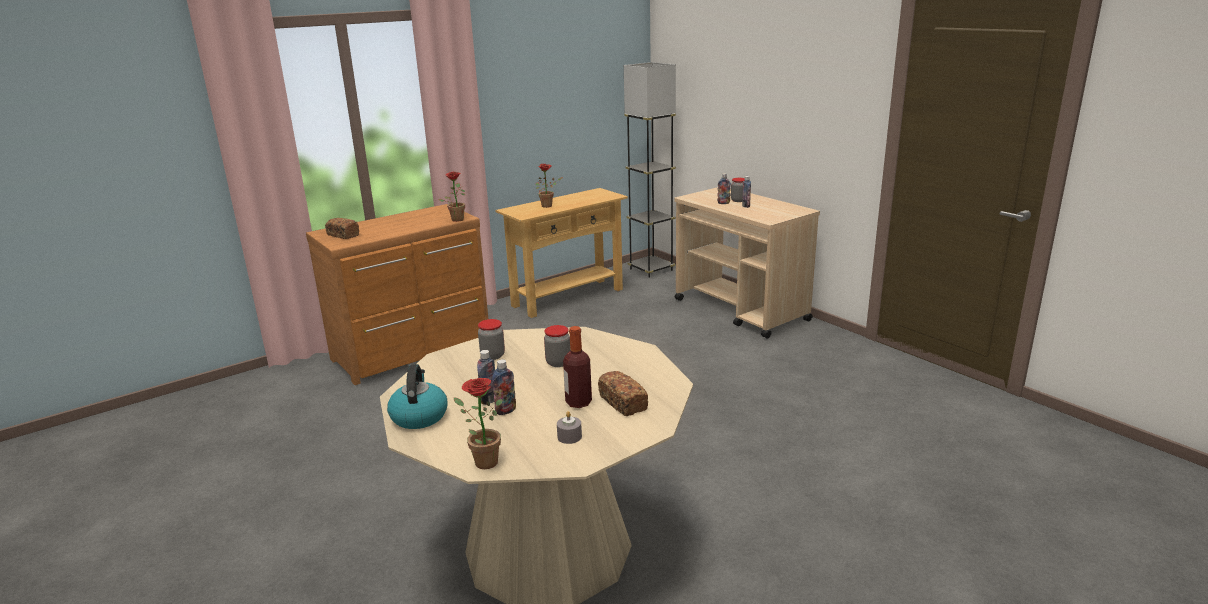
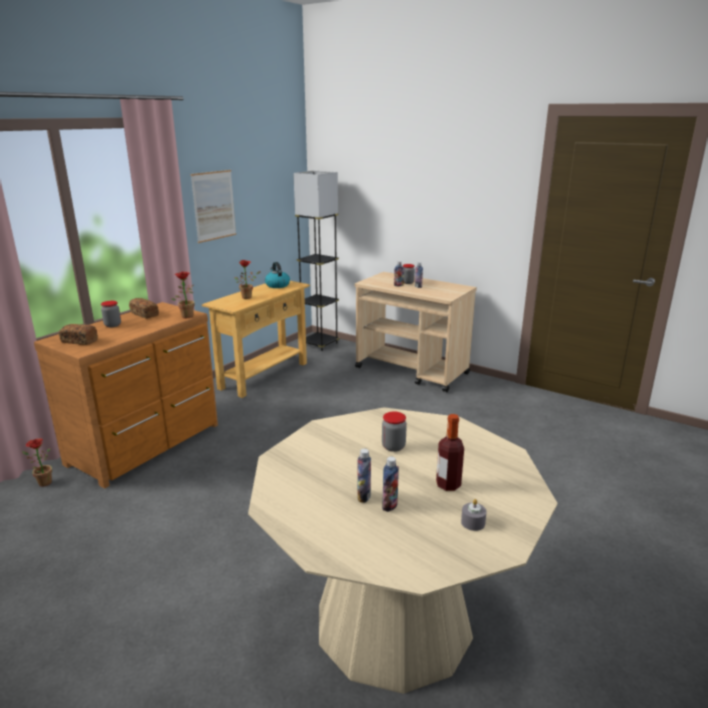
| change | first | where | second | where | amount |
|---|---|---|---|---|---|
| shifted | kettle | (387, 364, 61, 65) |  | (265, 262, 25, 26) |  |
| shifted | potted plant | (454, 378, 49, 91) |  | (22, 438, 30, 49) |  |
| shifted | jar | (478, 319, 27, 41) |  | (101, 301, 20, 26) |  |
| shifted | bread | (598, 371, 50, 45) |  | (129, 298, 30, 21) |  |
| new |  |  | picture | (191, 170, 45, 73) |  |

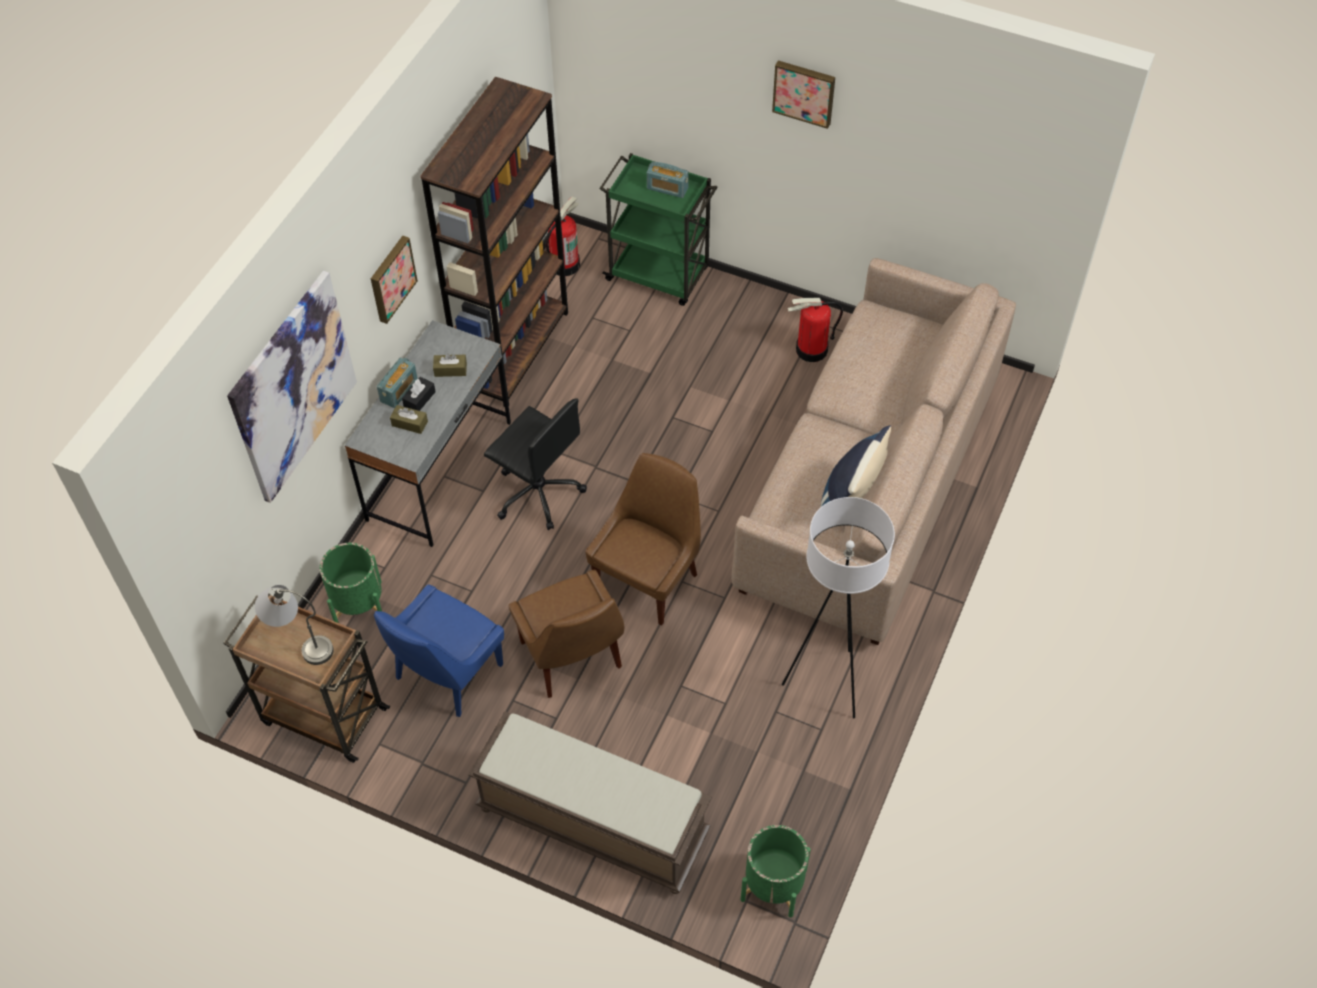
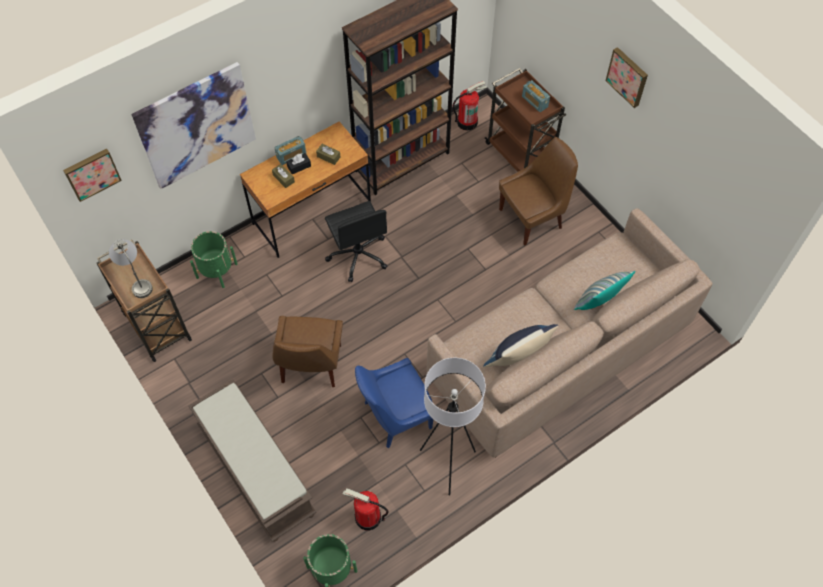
| change | first | where | second | where | amount |
|---|---|---|---|---|---|
| repainted | grey desk | (345, 320, 166, 227) | brown desk | (240, 122, 131, 136) |  |
| shifted | picture | (371, 236, 47, 88) |  | (63, 149, 59, 53) |  |
| shifted | blue chair | (374, 584, 130, 133) |  | (355, 358, 79, 90) |  |
| shifted | brown chair | (585, 453, 116, 173) |  | (499, 137, 79, 108) |  |
| repainted | green cart | (599, 153, 119, 153) | brown cart | (485, 68, 81, 104) |  |
| shifted | fire extinguisher | (788, 298, 55, 64) |  | (343, 488, 46, 42) |  |
| new |  |  | pillow | (574, 271, 62, 39) |  |

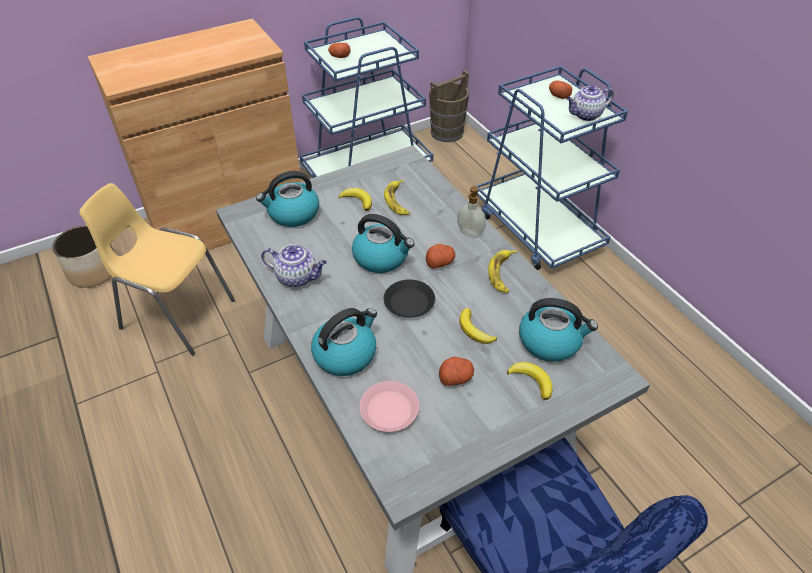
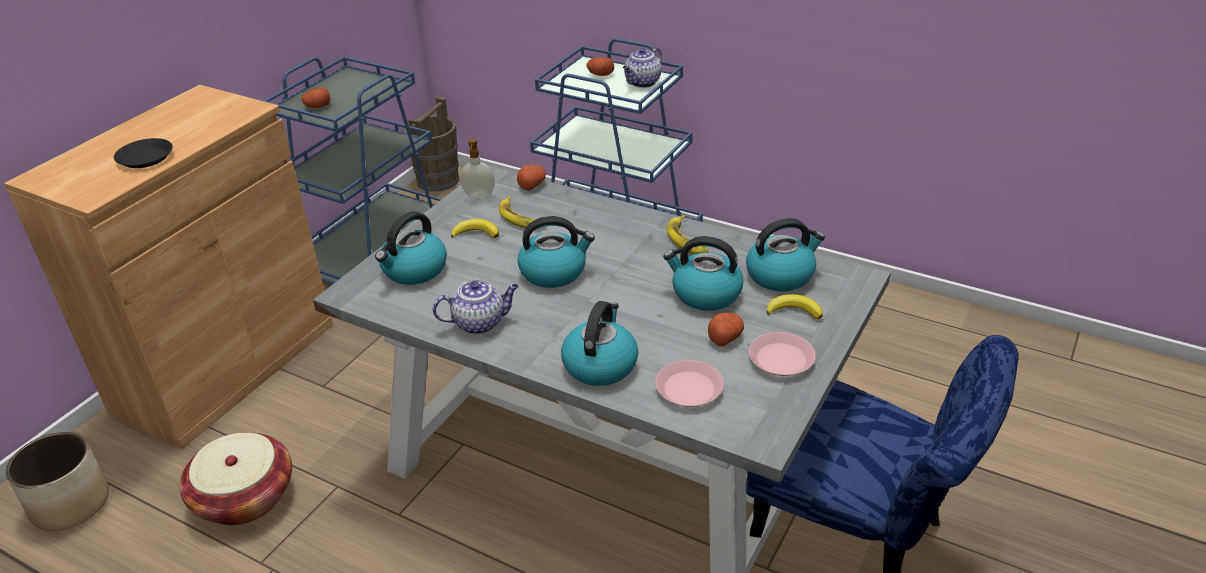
| change | first | where | second | where | amount |
|---|---|---|---|---|---|
| swapped | yellow chair | (79, 183, 156, 172) | basket | (180, 433, 112, 92) |  |
| shifted | black plate | (384, 279, 51, 39) |  | (114, 138, 59, 30) |  |
| shifted | potato | (426, 244, 29, 25) |  | (517, 165, 29, 26) |  |
| shifted | soap dispenser | (457, 186, 29, 52) |  | (460, 138, 35, 60) |  |
| swapped | banana | (459, 308, 38, 36) | kettle | (663, 236, 81, 75) |  |
| new |  |  | pink plate | (749, 332, 67, 44) |  |

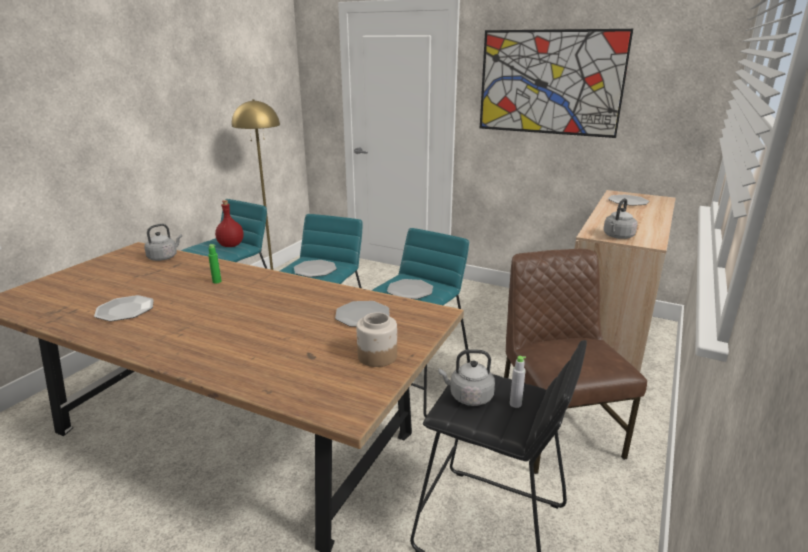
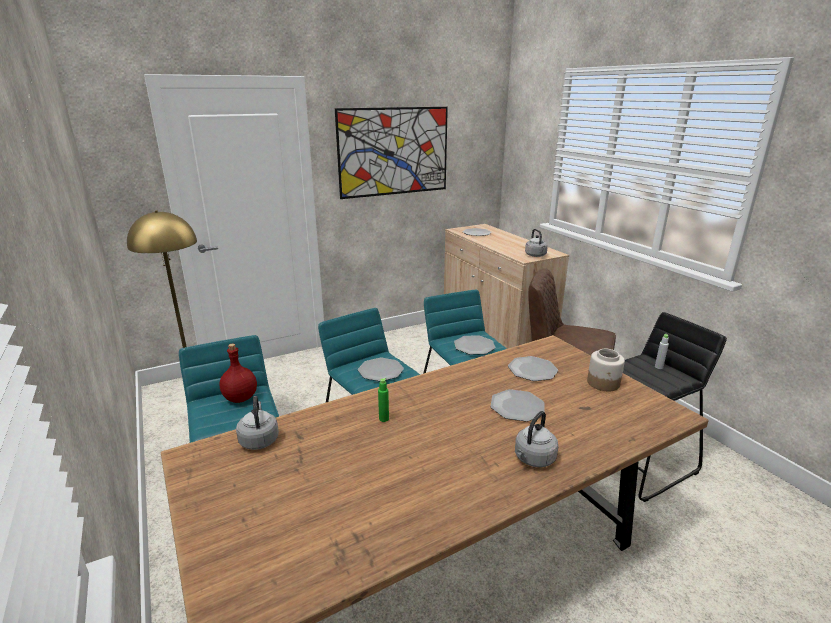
| change | first | where | second | where | amount |
|---|---|---|---|---|---|
| shifted | plate | (94, 295, 60, 26) |  | (490, 389, 55, 33) |  |
| shifted | grey kettle | (438, 350, 57, 56) |  | (515, 411, 43, 56) |  |

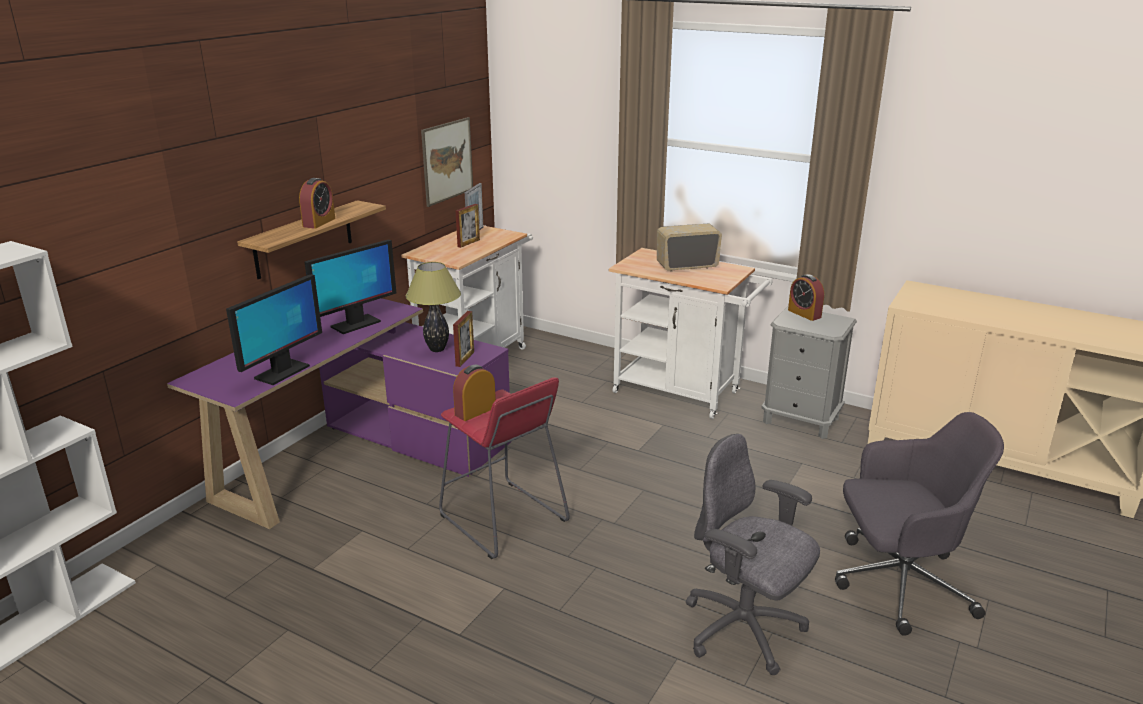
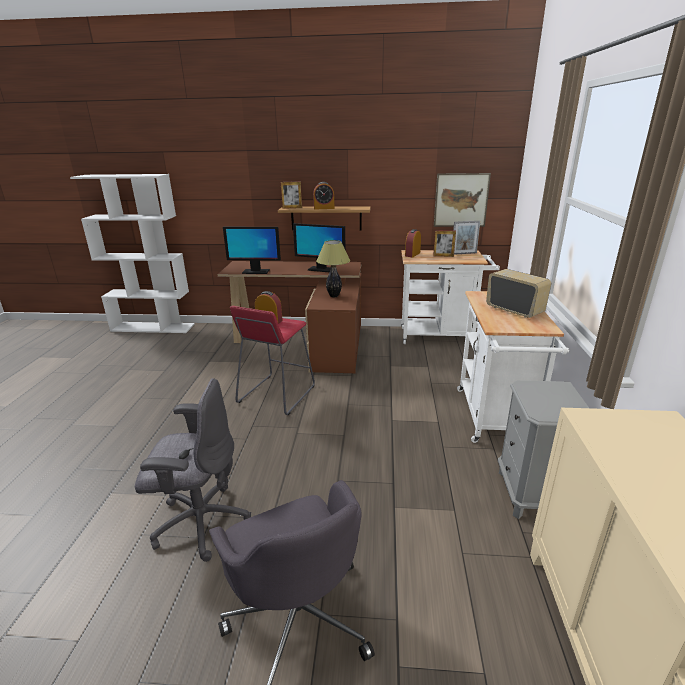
| change | first | where | second | where | amount |
|---|---|---|---|---|---|
| repainted | purple desk | (167, 298, 344, 231) | brown desk | (217, 261, 145, 112) |  |
| shifted | picture frame | (453, 311, 21, 56) |  | (281, 181, 21, 28) |  |
| rotated | grey office chair | (686, 434, 134, 241) |  | (135, 378, 116, 184) | 75 degrees clockwise |
| shifted | alarm clock | (788, 274, 36, 47) |  | (405, 229, 16, 28) |  |

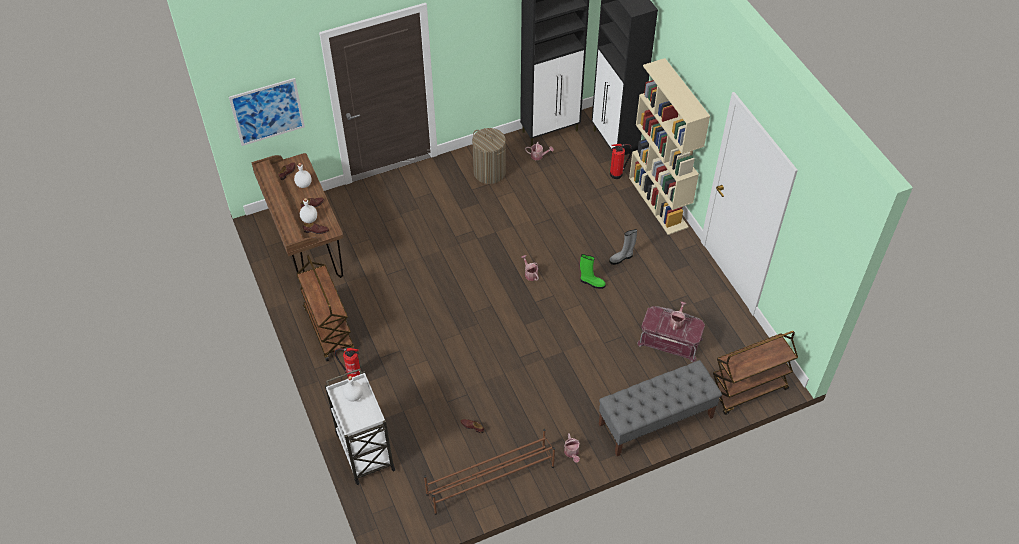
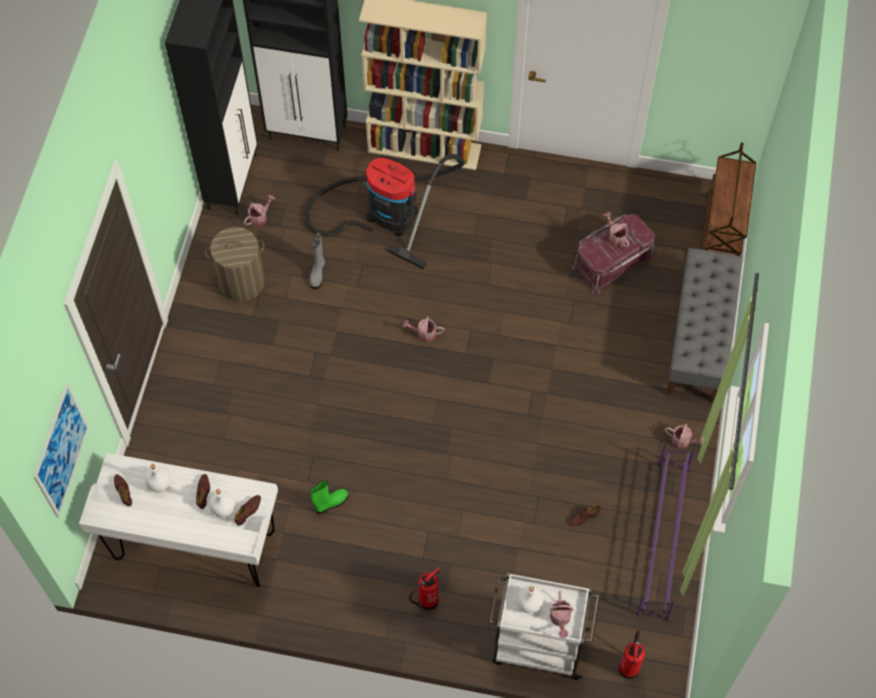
| change | first | where | second | where | amount |
|---|---|---|---|---|---|
| repainted | brown desk | (251, 153, 92, 135) | white desk | (79, 453, 199, 134) |  |
| gone | brown cart | (296, 255, 59, 106) |  |  |  |
| repainted | brown shoe rack | (424, 429, 131, 86) | purple shoe rack | (636, 444, 59, 177) |  |
| shifted | green boot | (580, 254, 26, 35) |  | (310, 480, 38, 34) |  |
| shifted | grey boot | (609, 229, 28, 36) |  | (310, 232, 15, 57) |  |
| shifted | fire extinguisher | (610, 144, 22, 35) |  | (619, 630, 26, 49) |  |
| new |  |  | vacuum cleaner | (305, 154, 160, 115) |  |
| new |  |  | watering can | (550, 591, 24, 47) |  |

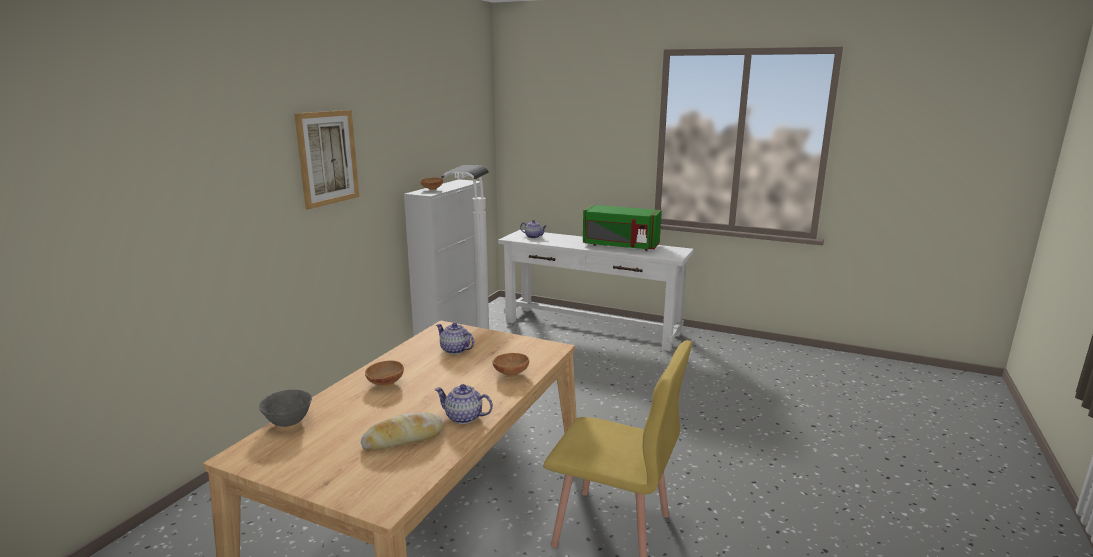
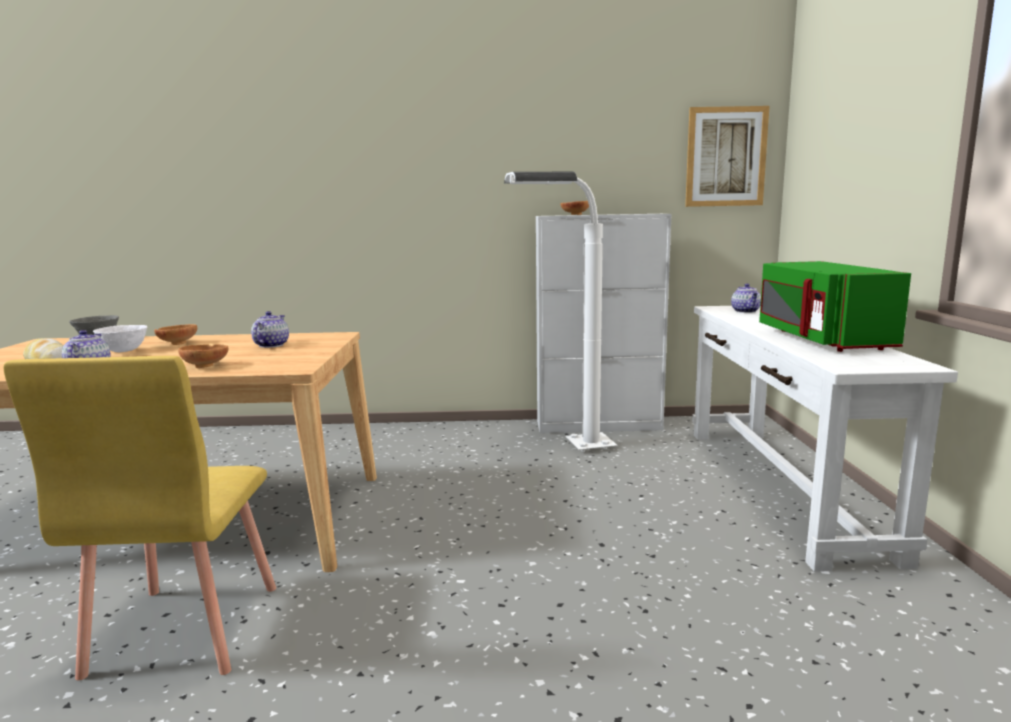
| change | first | where | second | where | amount |
|---|---|---|---|---|---|
| shifted | picture | (294, 110, 65, 99) |  | (685, 106, 84, 101) |  |
| new |  |  | white bowl | (93, 325, 54, 27) |  |

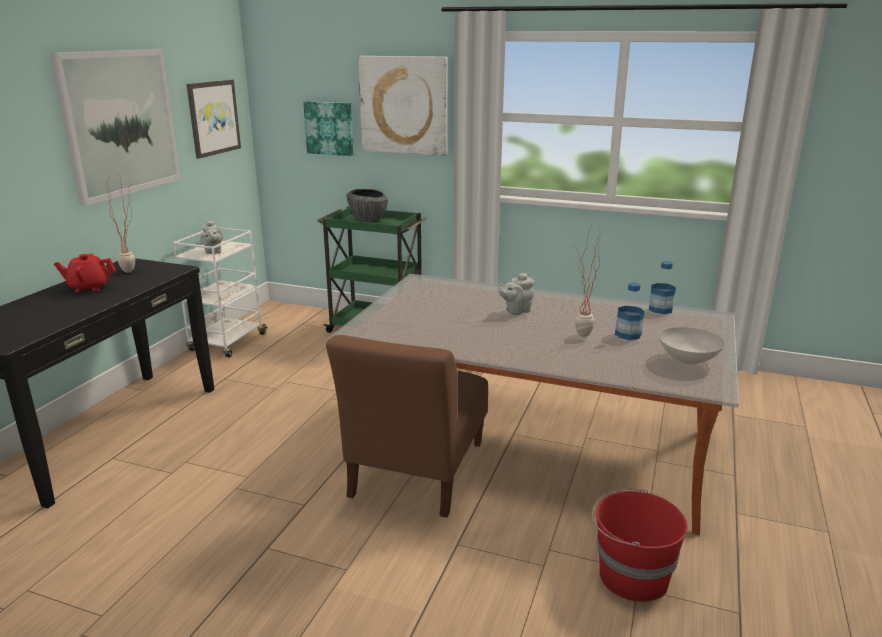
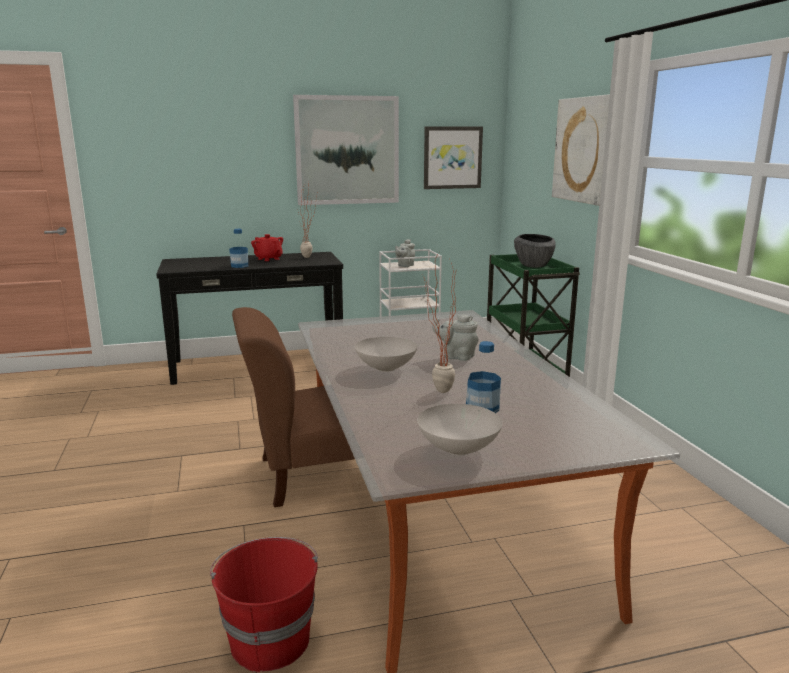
| change | first | where | second | where | amount |
|---|---|---|---|---|---|
| gone | picture | (303, 101, 50, 55) |  |  |  |
| shifted | bottle | (649, 261, 27, 53) |  | (229, 229, 19, 39) |  |
| new |  |  | white bowl | (355, 337, 62, 35) |  |

